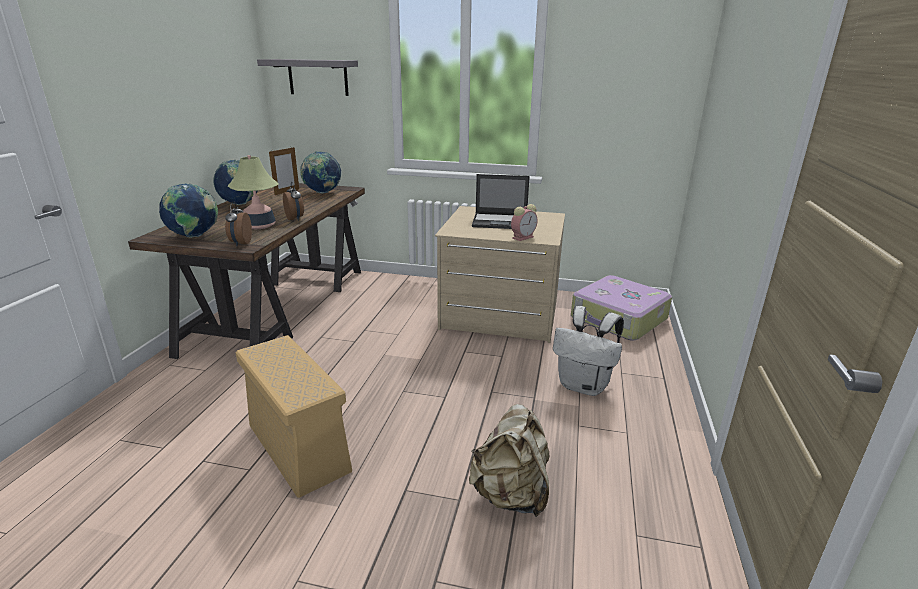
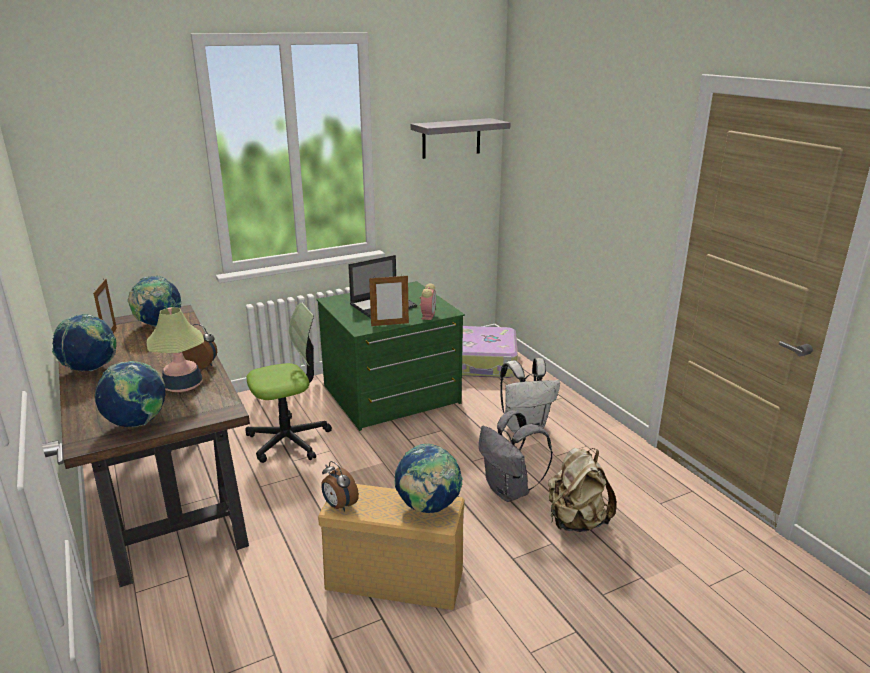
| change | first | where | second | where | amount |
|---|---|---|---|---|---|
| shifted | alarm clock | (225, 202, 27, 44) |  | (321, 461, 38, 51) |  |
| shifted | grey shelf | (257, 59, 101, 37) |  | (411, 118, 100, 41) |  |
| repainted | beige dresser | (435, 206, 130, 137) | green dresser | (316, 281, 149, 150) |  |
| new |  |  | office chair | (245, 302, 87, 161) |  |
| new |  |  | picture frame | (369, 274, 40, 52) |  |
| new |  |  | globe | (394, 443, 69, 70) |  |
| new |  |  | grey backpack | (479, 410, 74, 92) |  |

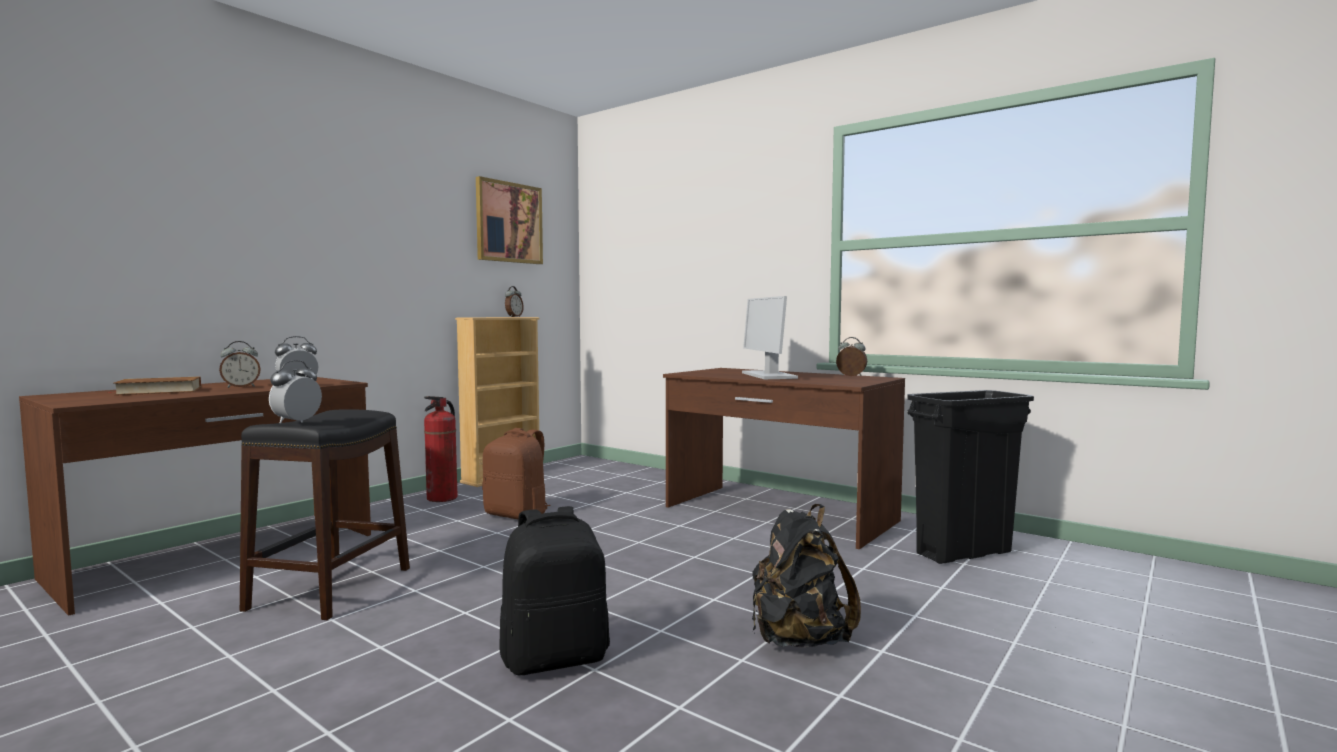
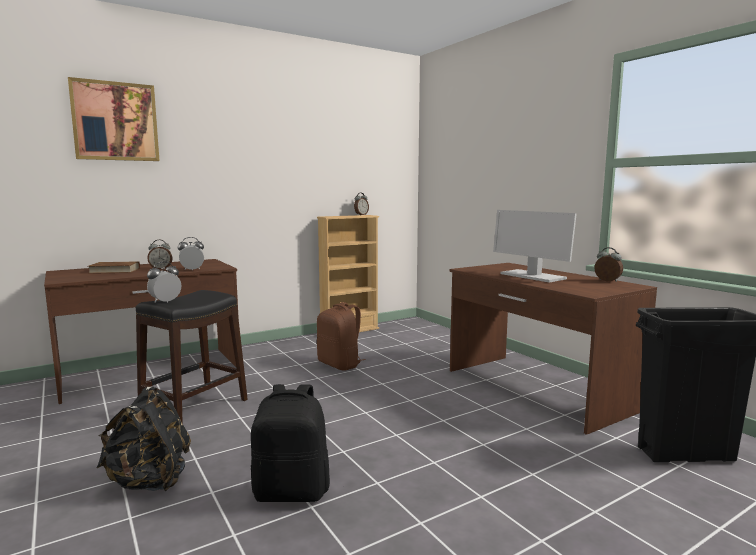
| change | first | where | second | where | amount |
|---|---|---|---|---|---|
| gone | fire extinguisher | (424, 396, 34, 106) |  |  |  |
| shifted | picture | (476, 176, 67, 88) |  | (68, 77, 91, 84) |  |
| rotated | monitor | (742, 296, 56, 83) |  | (493, 210, 84, 72) | 45 degrees counterclockwise |
| shifted | black backpack | (752, 504, 109, 143) |  | (97, 386, 94, 105) |  |

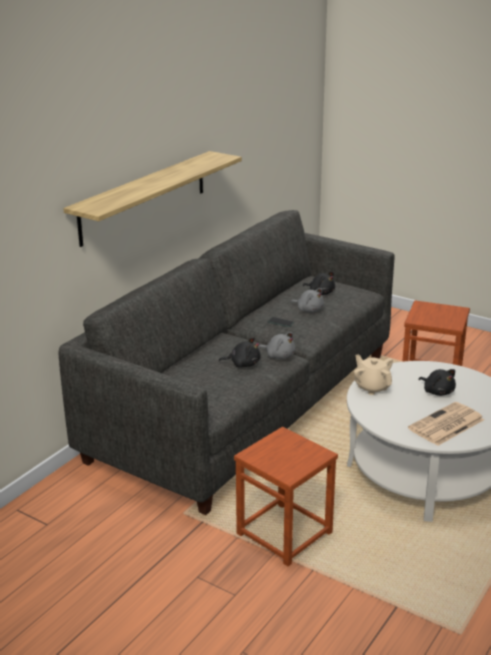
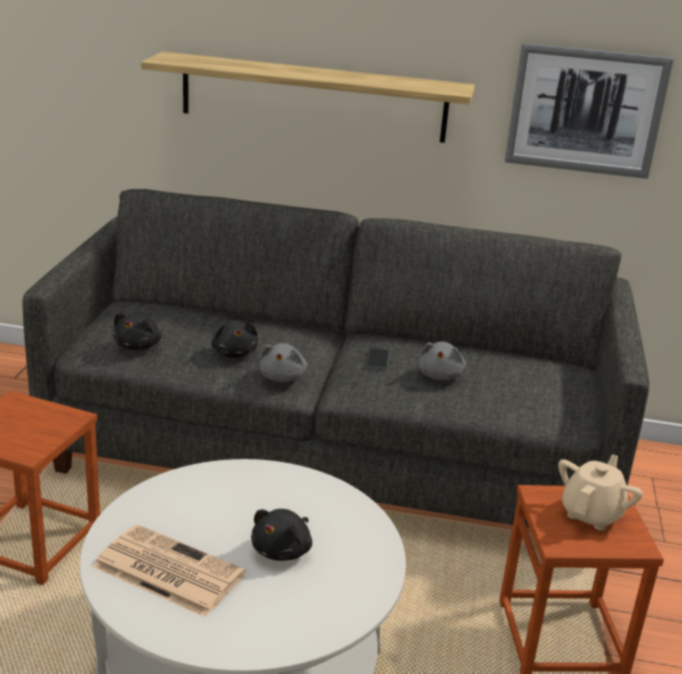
| change | first | where | second | where | amount |
|---|---|---|---|---|---|
| shifted | black plush toy | (303, 272, 32, 23) |  | (113, 312, 48, 38) |  |
| shifted | beige teapot | (354, 355, 39, 40) |  | (558, 455, 85, 76) |  |
| new |  |  | picture | (505, 43, 168, 136) |  |

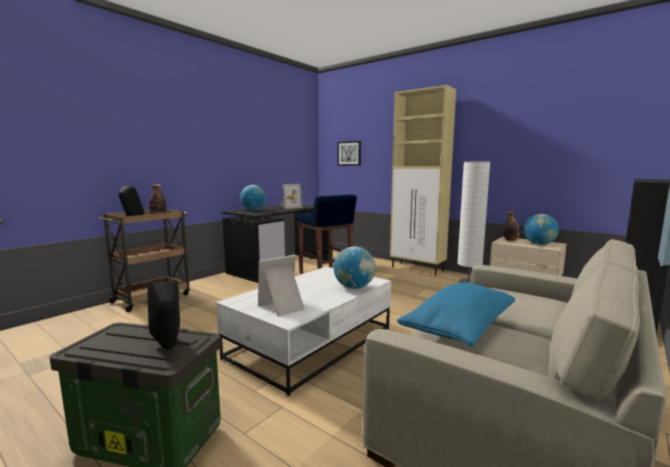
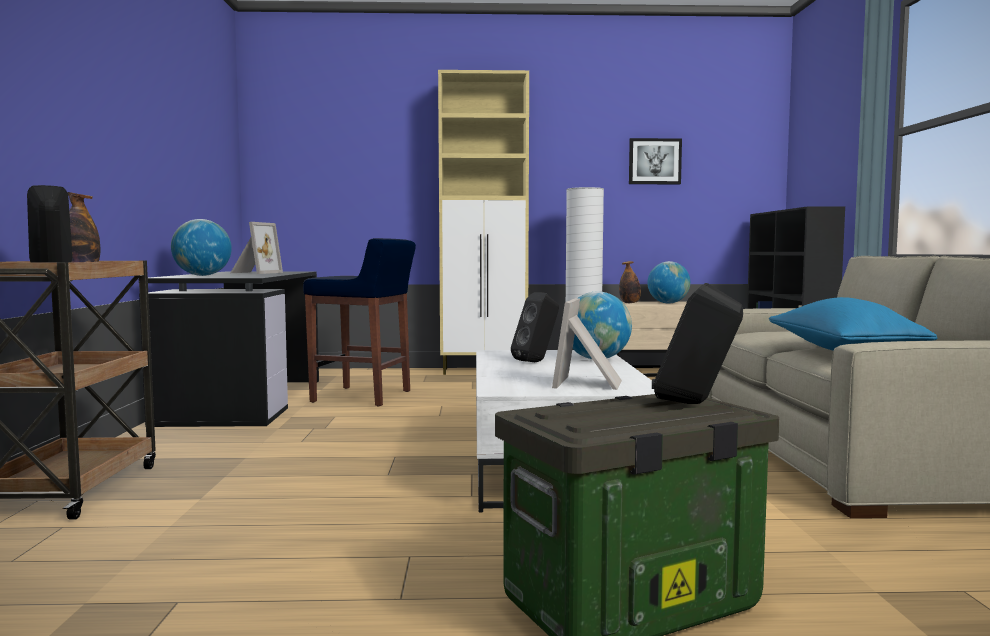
| change | first | where | second | where | amount |
|---|---|---|---|---|---|
| shifted | picture | (338, 141, 23, 25) |  | (629, 138, 53, 46) |  |
| new |  |  | black speaker | (511, 292, 48, 70) |  |

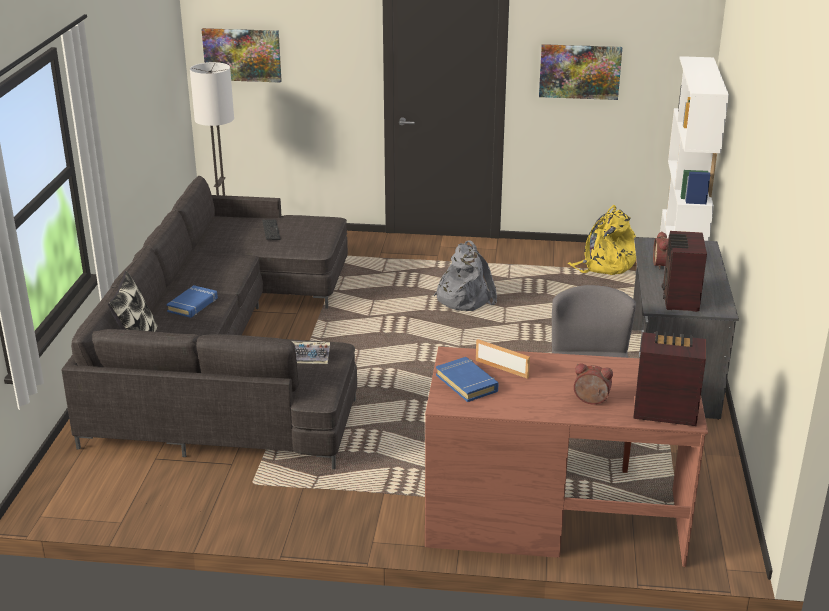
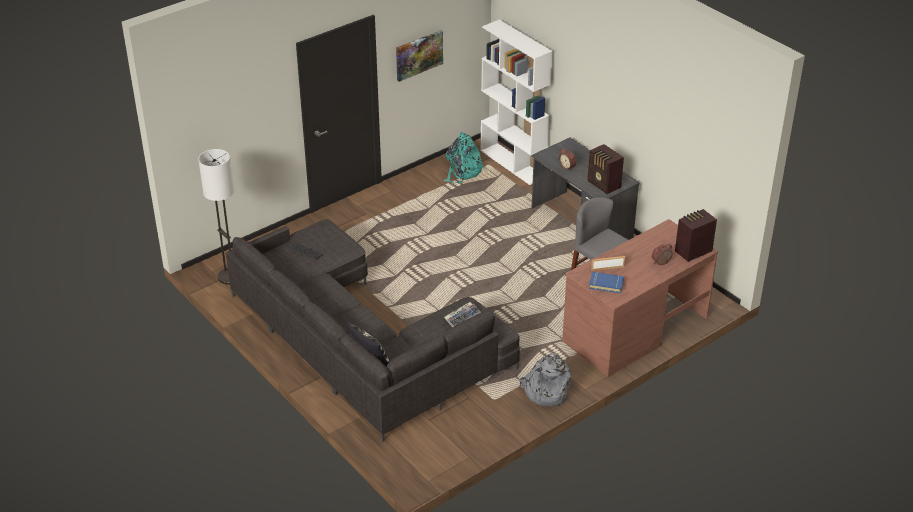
| change | first | where | second | where | amount |
|---|---|---|---|---|---|
| gone | blue book | (167, 285, 51, 33) |  |  |  |
| gone | picture | (201, 28, 81, 55) |  |  |  |
| shifted | grey backpack | (434, 240, 63, 71) |  | (520, 353, 52, 53) |  |
| repainted | yellow backpack | (568, 205, 68, 70) | turquoise backpack | (444, 132, 40, 51) |  |

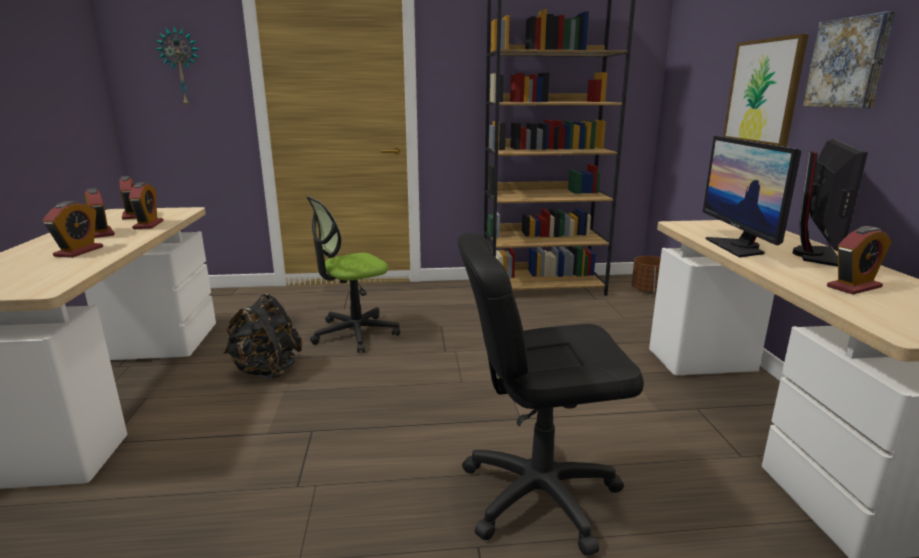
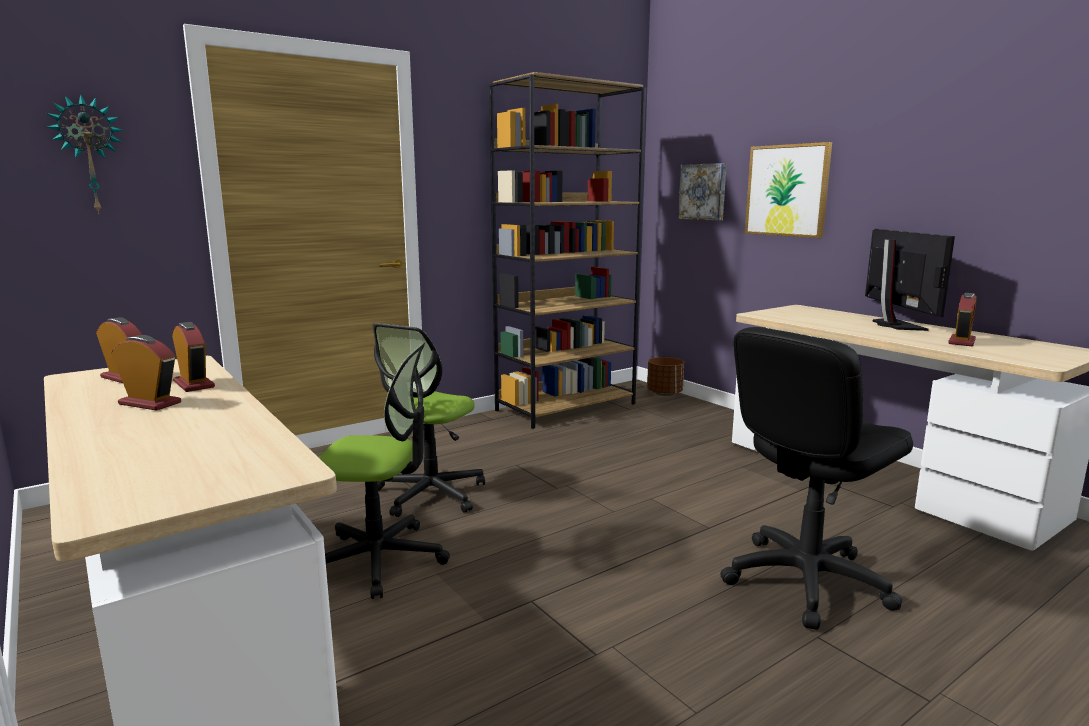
| change | first | where | second | where | amount |
|---|---|---|---|---|---|
| gone | alarm clock | (43, 201, 60, 57) |  |  |  |
| swapped | black backpack | (224, 294, 79, 86) | office chair | (318, 342, 132, 257) |  |
| gone | monitor | (703, 136, 98, 122) |  |  |  |
| shifted | picture | (803, 12, 92, 96) |  | (678, 163, 48, 58) |  |

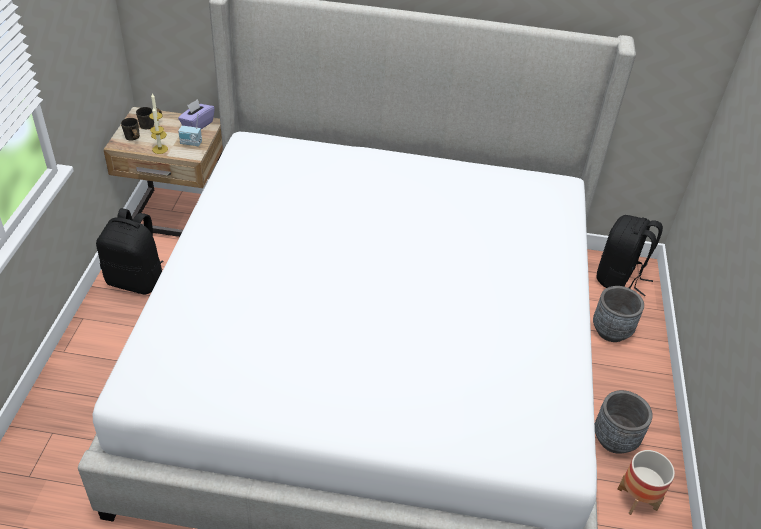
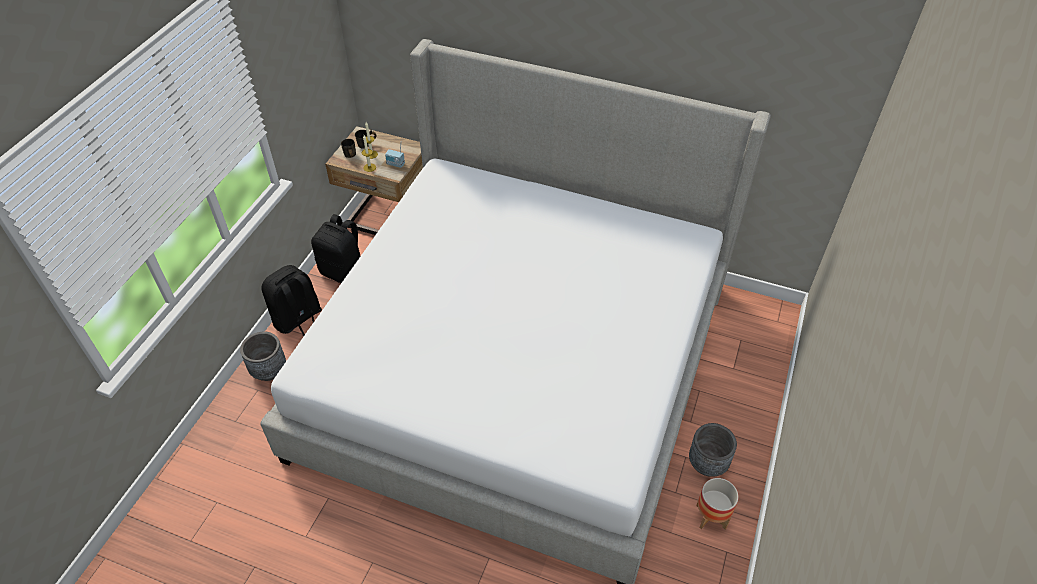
| change | first | where | second | where | amount |
|---|---|---|---|---|---|
| gone | purple tissue box | (178, 99, 37, 30) |  |  |  |
| shifted | grey planter | (593, 286, 51, 56) |  | (240, 332, 46, 49) |  |
| shifted | black backpack | (596, 215, 67, 81) |  | (261, 265, 61, 72) |  |

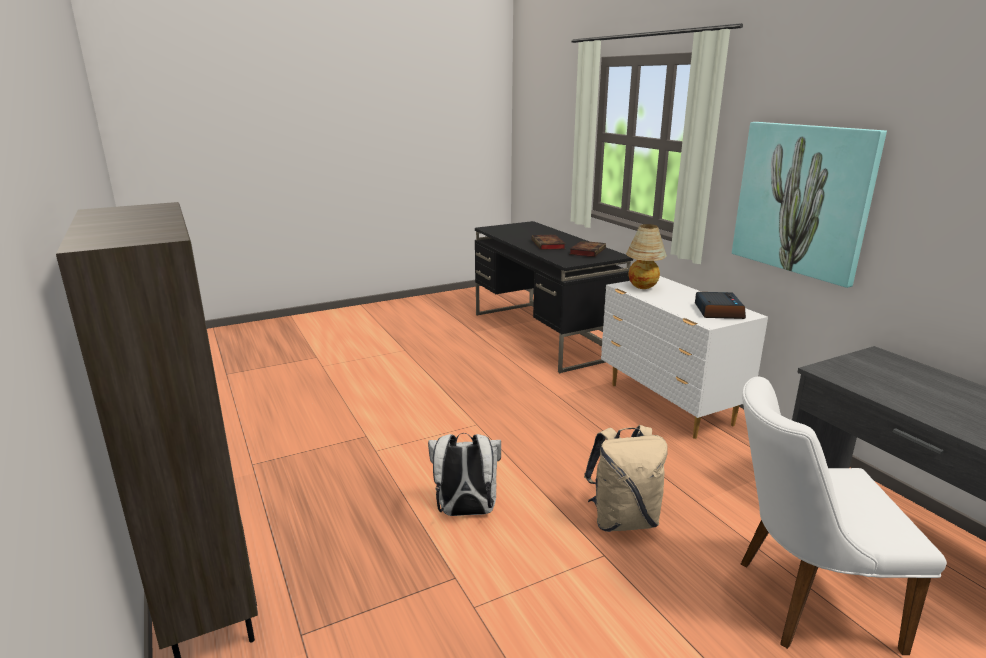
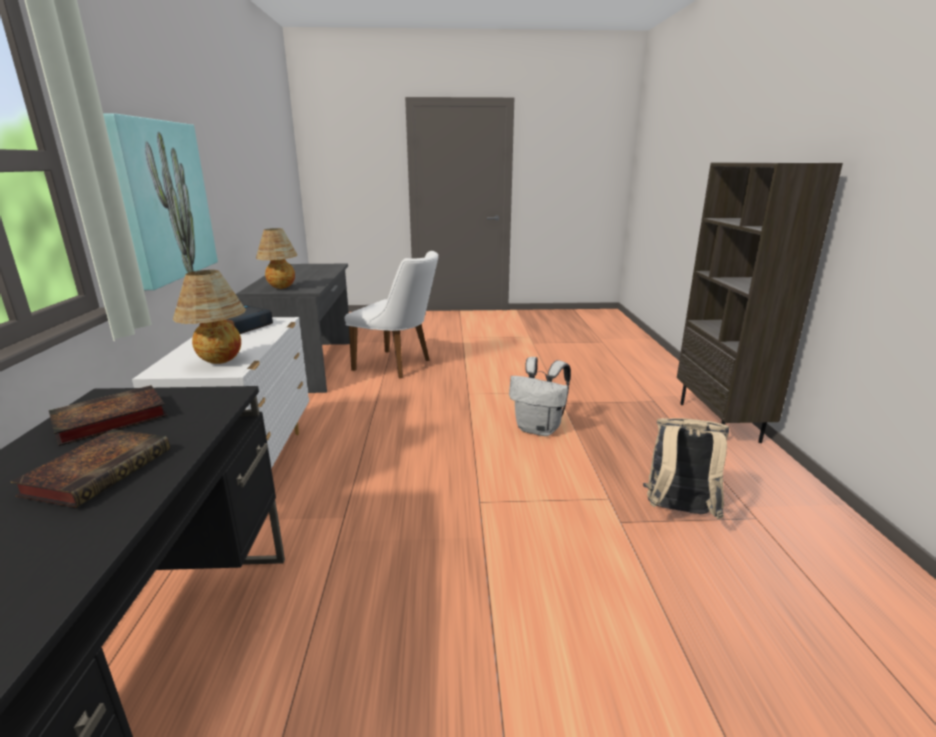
| change | first | where | second | where | amount |
|---|---|---|---|---|---|
| shifted | beige backpack | (584, 425, 84, 107) |  | (643, 418, 86, 101) |  |
| new |  |  | table lamp | (256, 228, 41, 61) |  |

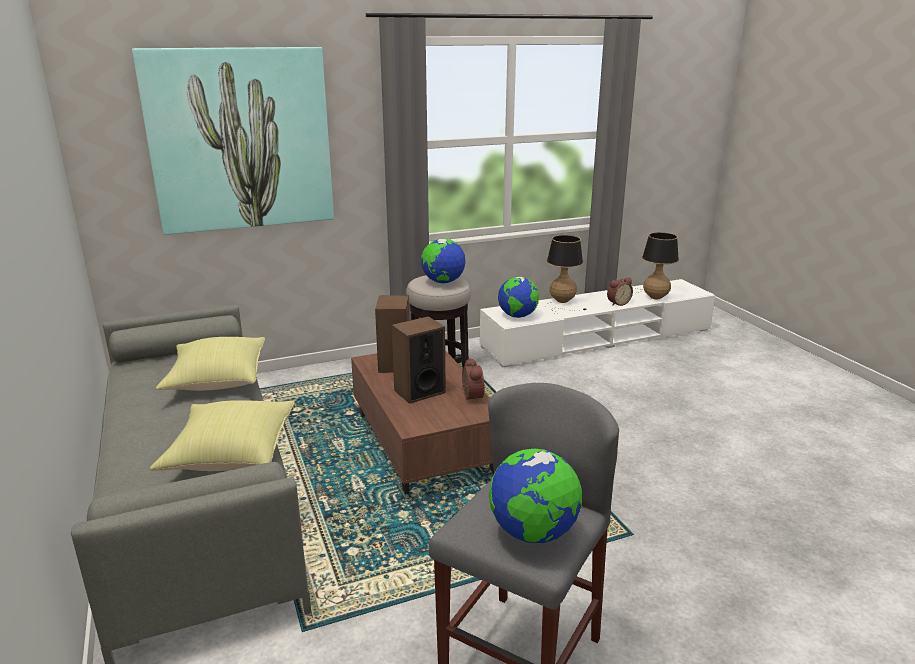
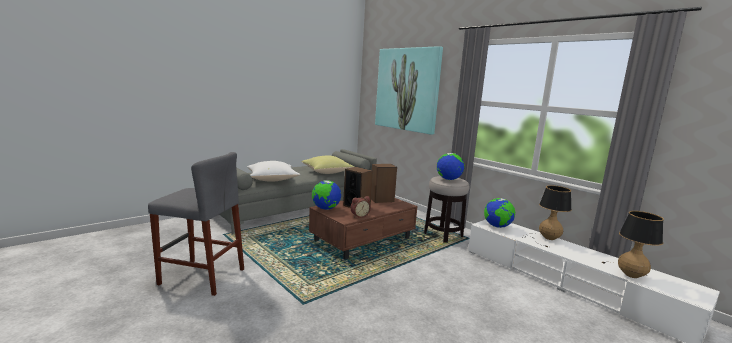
| change | first | where | second | where | amount |
|---|---|---|---|---|---|
| repainted | yellow pillow | (150, 400, 145, 71) | white pillow | (247, 161, 53, 21) |  |
| shifted | globe | (489, 449, 93, 94) |  | (312, 180, 29, 30) |  |
| gone | alarm clock | (607, 278, 26, 28) |  |  |  |

